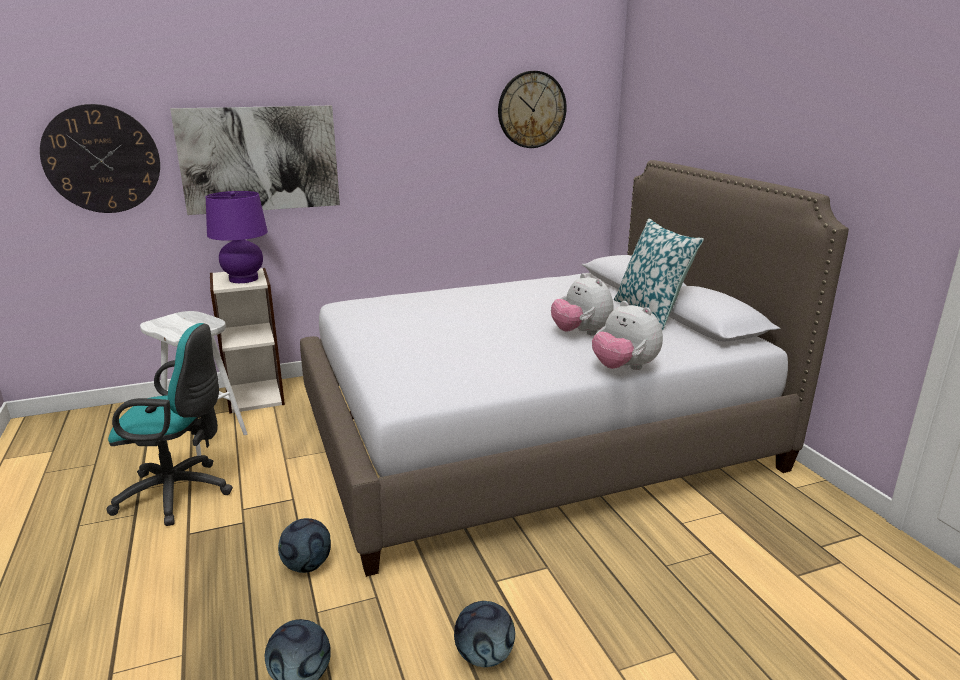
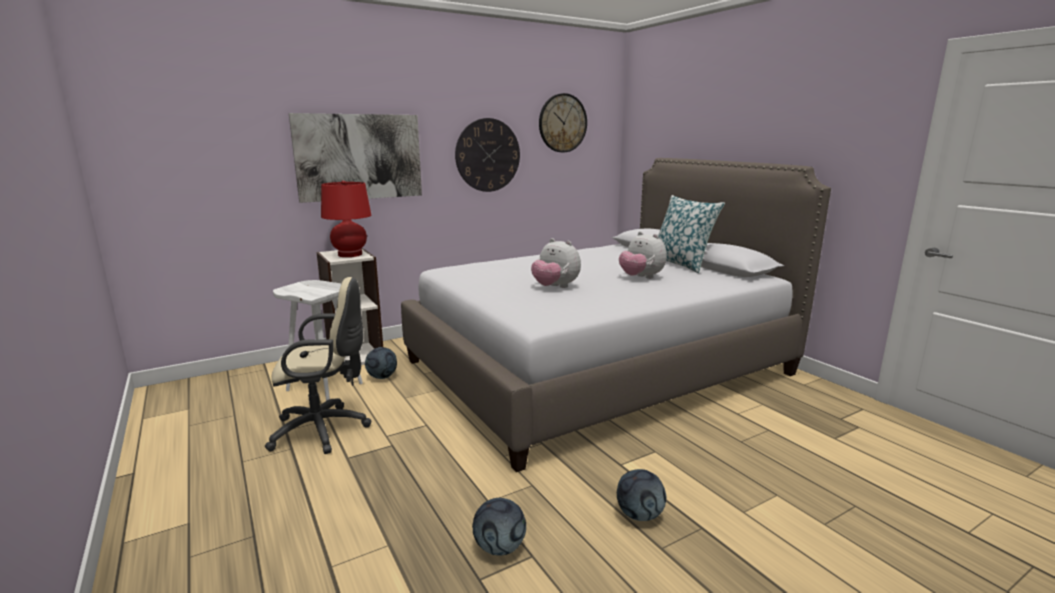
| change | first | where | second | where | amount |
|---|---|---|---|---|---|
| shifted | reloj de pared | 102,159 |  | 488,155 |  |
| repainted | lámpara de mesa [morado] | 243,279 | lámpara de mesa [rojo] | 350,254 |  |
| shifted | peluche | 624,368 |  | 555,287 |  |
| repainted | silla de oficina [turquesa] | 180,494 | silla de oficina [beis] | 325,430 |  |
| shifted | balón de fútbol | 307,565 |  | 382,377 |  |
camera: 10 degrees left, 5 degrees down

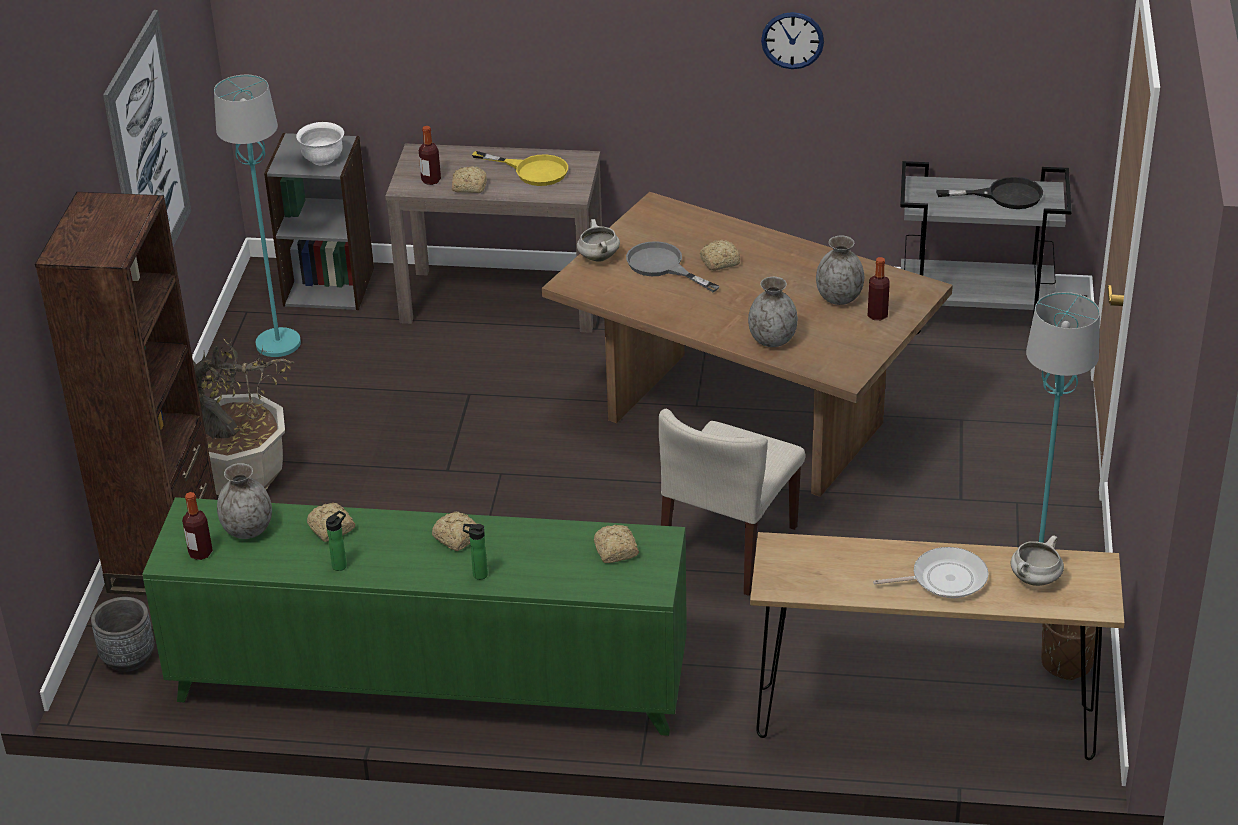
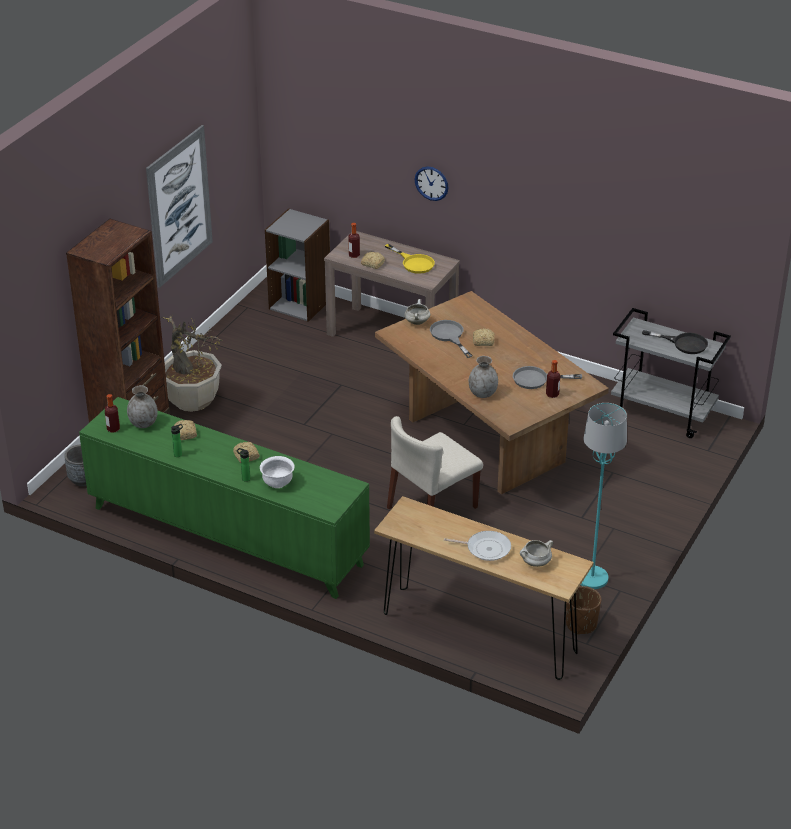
| change | first | where | second | where | amount |
|---|---|---|---|---|---|
| shifted | reloj de pared | 792,40 |  | 431,183 |  |
| gone | lámpara de pie [turquesa] | 278,343 |  |  |  |
| shifted | cuenco [blanco] | 323,159 |  | 278,483 |  |
| swapped | florero [gris] | 839,298 | sartén [gris] | 537,379 |  |
| gone | pan | 615,551 |  |  |  |
camera: 20 degrees right, 0 degrees up

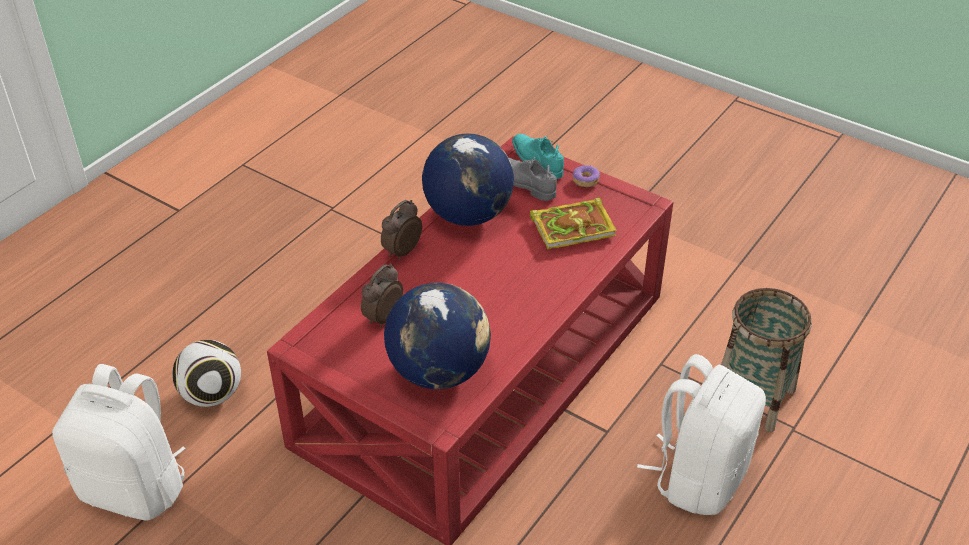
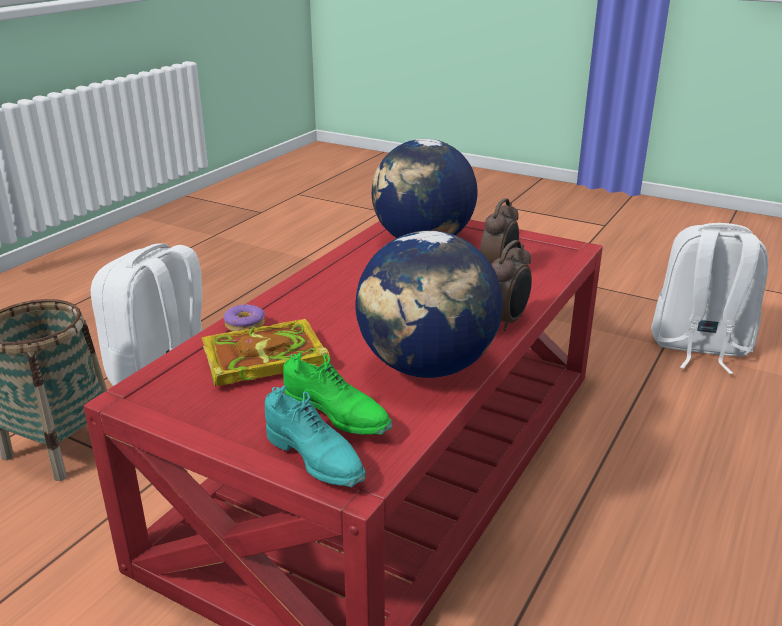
| change | first | where | second | where | amount |
|---|---|---|---|---|---|
| repainted | zapato [gris] | 525,184 | zapato [verde] | 337,416 |  |
| shifted | rosquilla | 585,180 |  | 245,325 |  |
| gone | balón de fútbol | 212,394 |  |  |  |
camera: 175 degrees right, 15 degrees down

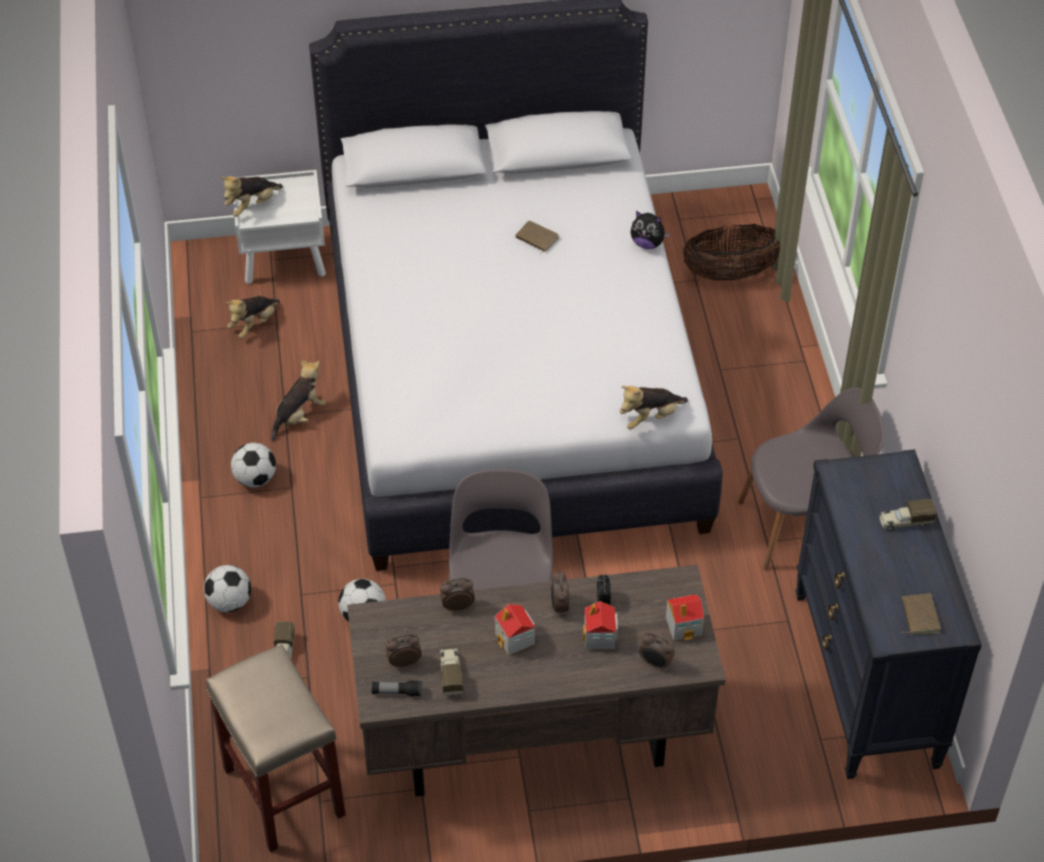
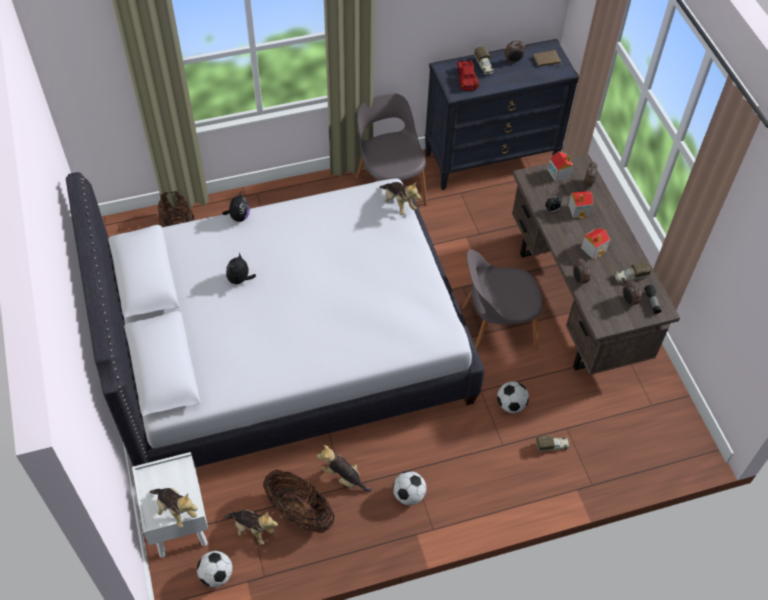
| change | first | where | second | where | amount |
|---|---|---|---|---|---|
| swapped | libro [marrón] | 536,239 | peluche | 240,280 |  |
| shifted | balón de fútbol | 229,602 |  | 216,575 |  |
| shifted | despertador | 559,606 |  | 513,61 |  |
| gone | taburete [beis] | 282,791 |  |  |  |
| new |  |  | coche de juguete [rojo] | 466,78 |  |
| new |  |  | cesta | 299,512 |  |
camera: 100 degrees left, 5 degrees up

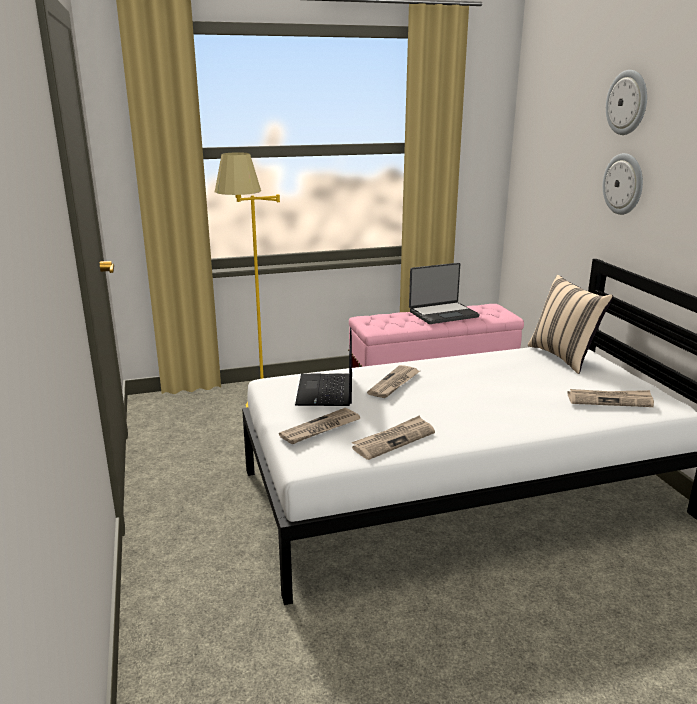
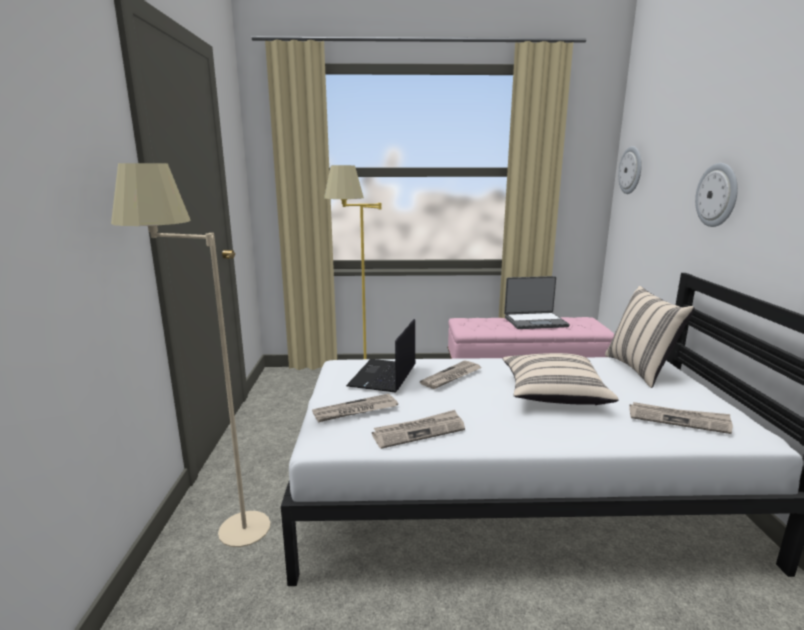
| change | first | where | second | where | amount |
|---|---|---|---|---|---|
| shifted | reloj de pared | 627,102 |  | 631,170 |  |
| new |  |  | lámpara de pie [beis] | 221,538 |  |
| new |  |  | cojín [beis] | 553,395 |  |
camera: 15 degrees right, 5 degrees down

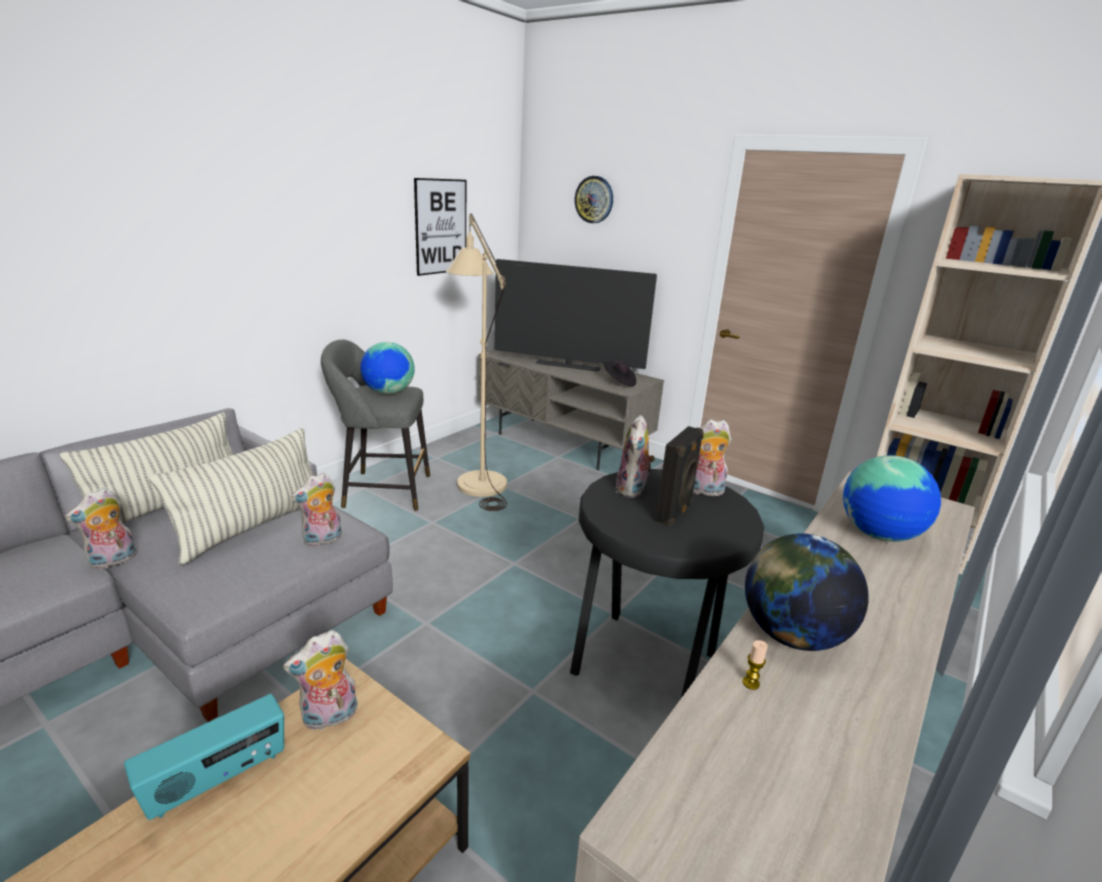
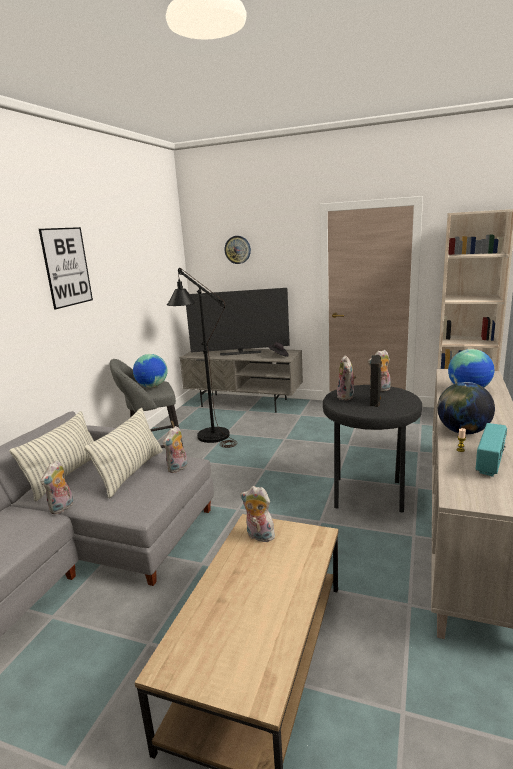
| change | first | where | second | where | amount |
|---|---|---|---|---|---|
| shifted | cuadro | 441,227 |  | 67,267 |  |
| repainted | lámpara de pie [beis] | 478,478 | lámpara de pie [negro] | 208,432 |  |
| rotated | peluche | 329,718 |  | 259,536 | 75 degrees clockwise |
| shifted | radio | 217,779 |  | 490,463 |  |
camera: 15 degrees left, 5 degrees down

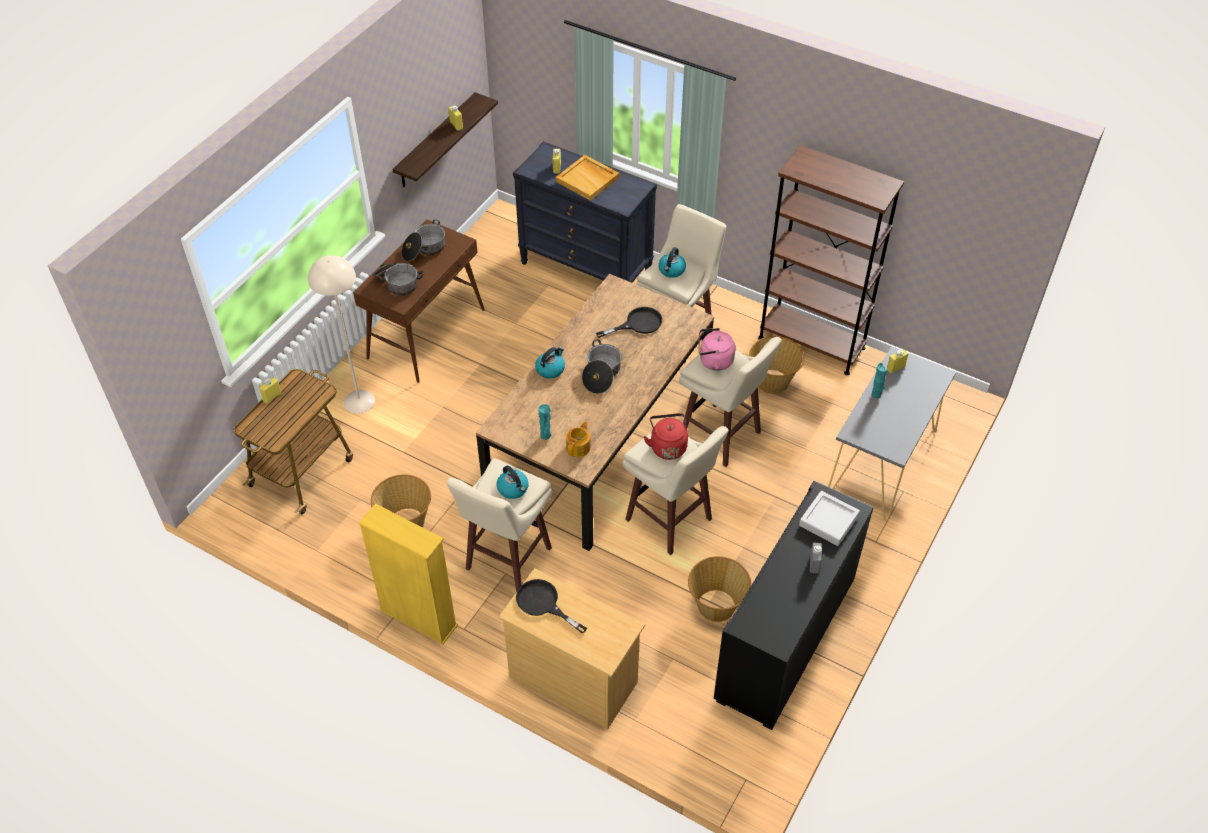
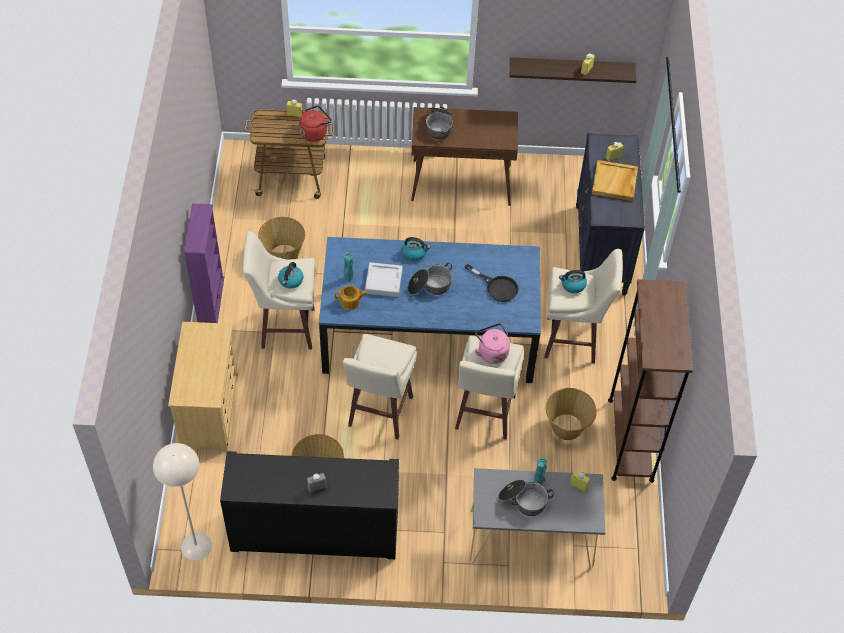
| change | first | where | second | where | amount |
|---|---|---|---|---|---|
| shifted | olla | 424,249 |  | 523,500 |  |
| shifted | lámpara de pie [beis] | 358,401 |  | 196,546 |  |
| repainted | mesa de comedor [marrón] | 599,441 | mesa de comedor [azul] | 428,336 |  |
| shifted | hervidor [rojo] | 667,446 |  | 315,132 |  |
| shifted | bandeja [gris] | 828,521 |  | 383,282 |  |
| repainted | estantería [amarillo] | 418,618 | estantería [morado] | 210,300 |  |
| gone | sartén [negro] | 543,604 |  |  |  |
camera: 60 degrees right, 5 degrees up

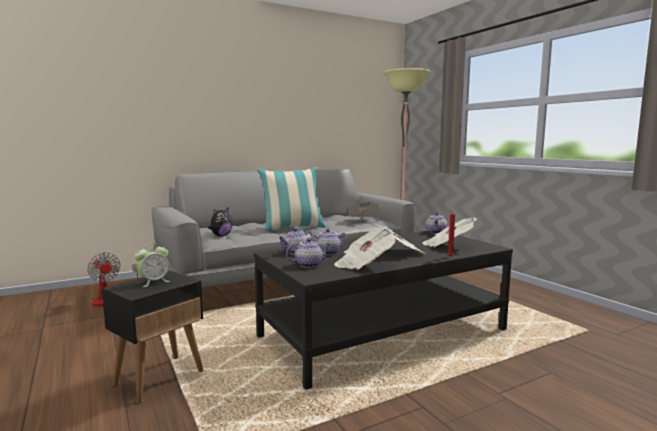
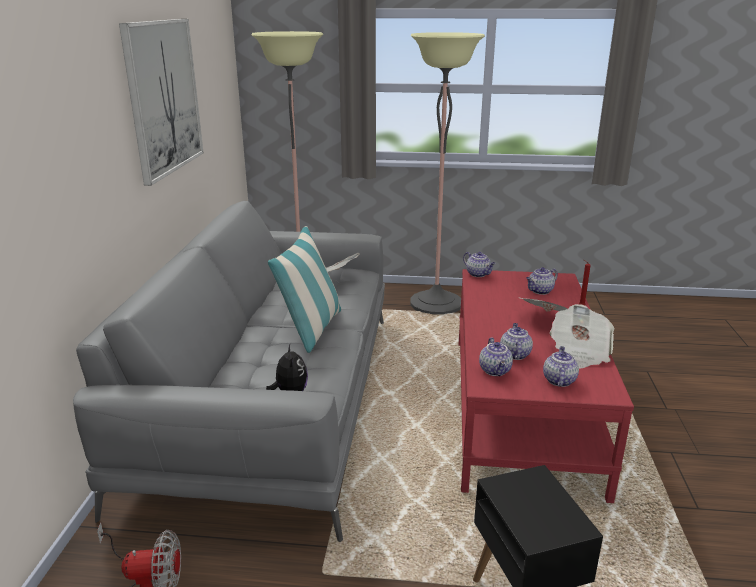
| change | first | where | second | where | amount |
|---|---|---|---|---|---|
| swapped | periódico | 448,245 | tetera | 540,291 |  |
| repainted | mesa de centro [negro] | 384,333 | mesa de centro [rojo] | 521,408 |  |
| gone | despertador | 154,282 |  |  |  |
| new |  |  | cuadro | 164,97 |  |
| new |  |  | lámpara de pie | 436,303 |  |
camera: 55 degrees left, 15 degrees up

